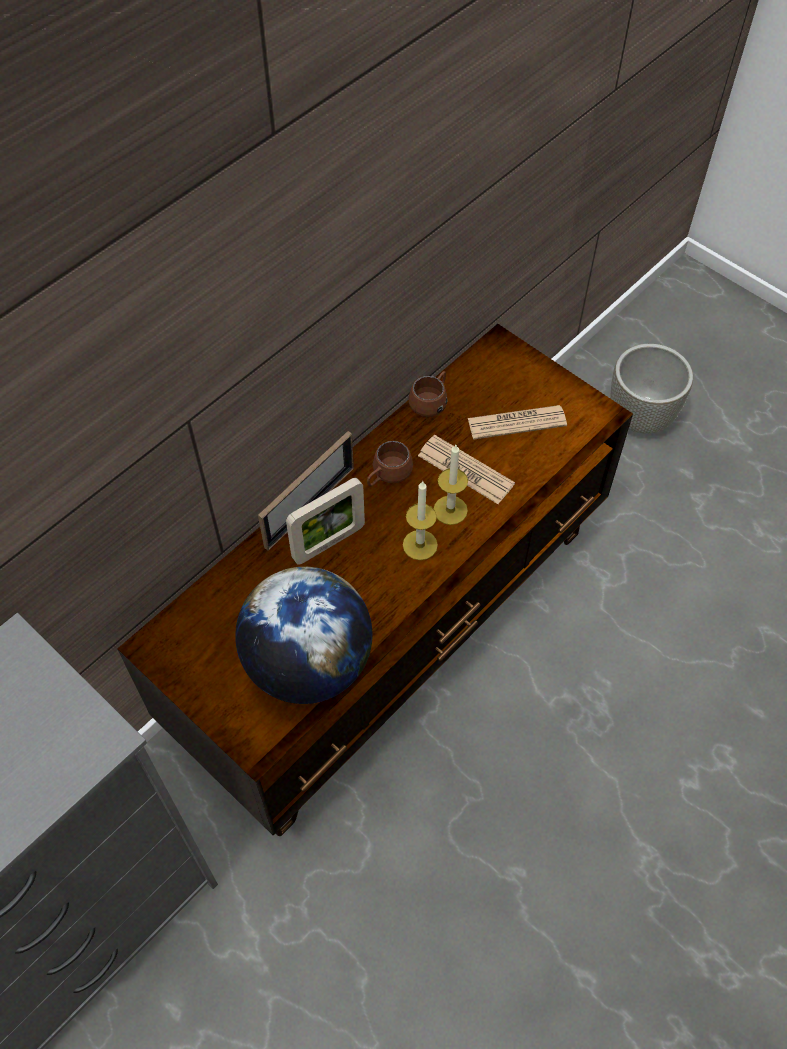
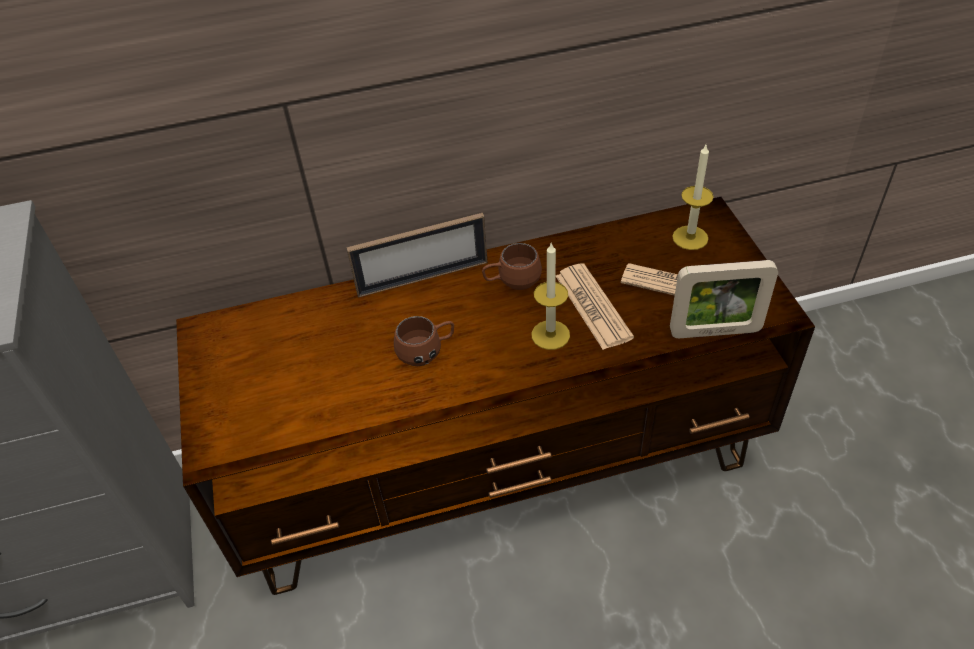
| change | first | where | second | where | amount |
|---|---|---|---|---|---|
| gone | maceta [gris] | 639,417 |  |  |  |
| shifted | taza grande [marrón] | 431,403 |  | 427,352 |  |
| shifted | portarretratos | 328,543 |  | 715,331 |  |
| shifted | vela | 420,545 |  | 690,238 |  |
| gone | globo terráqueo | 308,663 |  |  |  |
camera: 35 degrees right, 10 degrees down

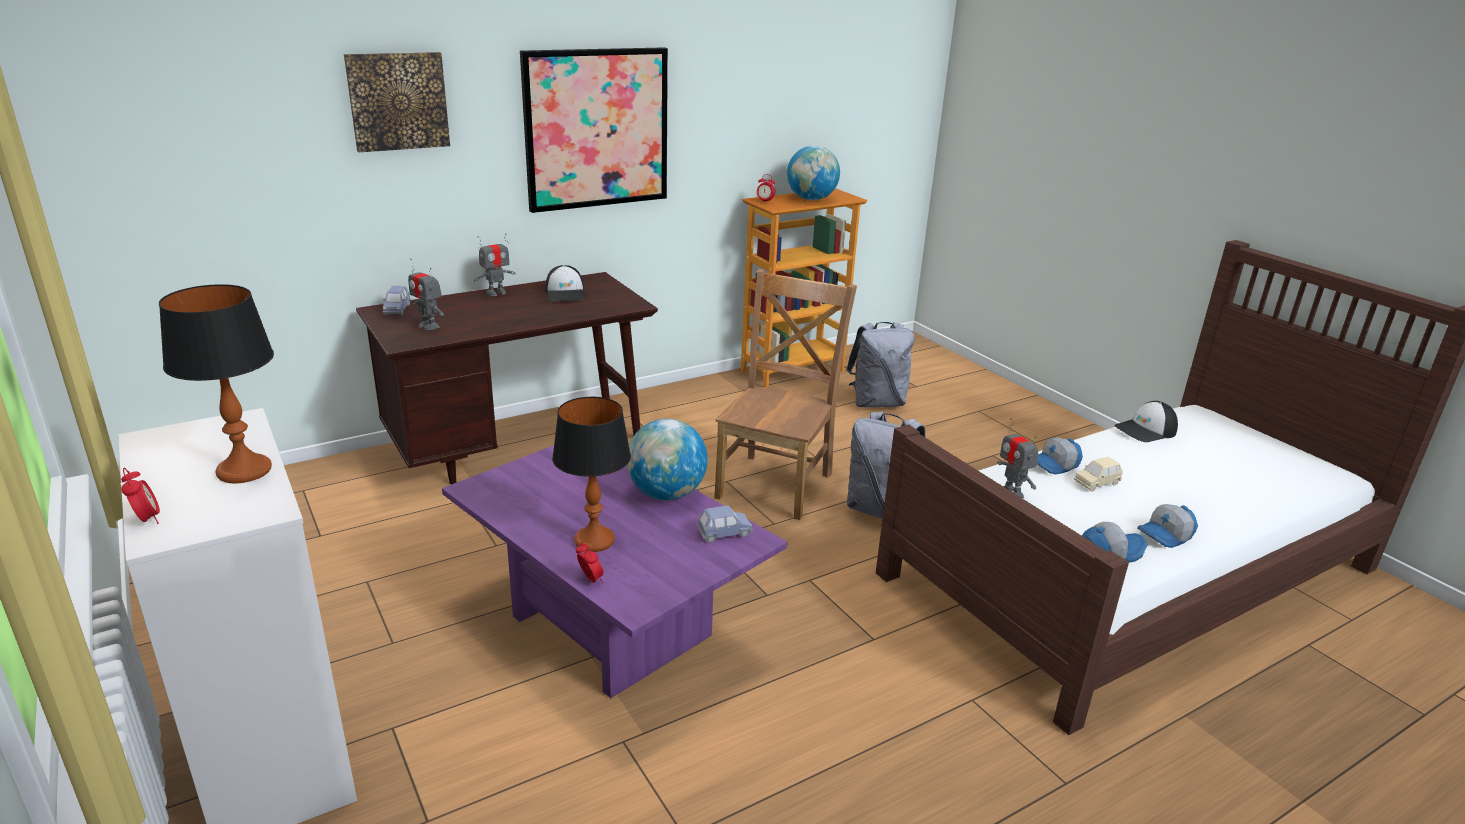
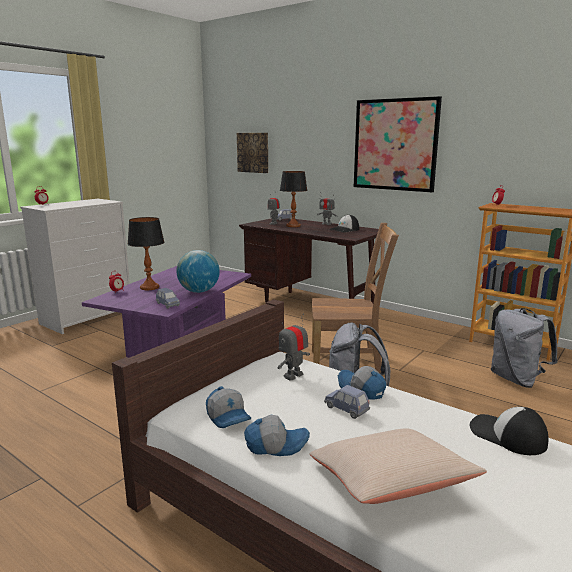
| change | first | where | second | where | amount |
|---|---|---|---|---|---|
| shifted | cuadro | 398,101 |  | 253,152 |  |
| gone | globo terráqueo | 811,199 |  |  |  |
| shifted | lámpara de mesa | 243,471 |  | 293,226 |  |
| repainted | coche de juguete [beis] | 1096,483 | coche de juguete [azul] | 346,409 |  |
| rotated | gorra | 1166,536 |  | 276,445 | 135 degrees clockwise |
| new |  |  | cojín [beis] | 389,484 |  |
camera: 70 degrees right, 10 degrees down

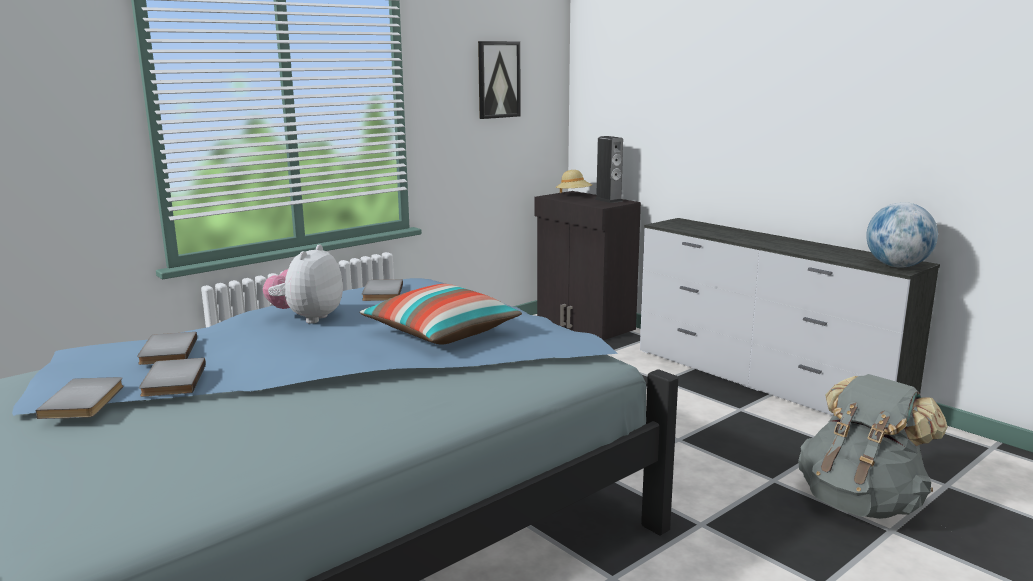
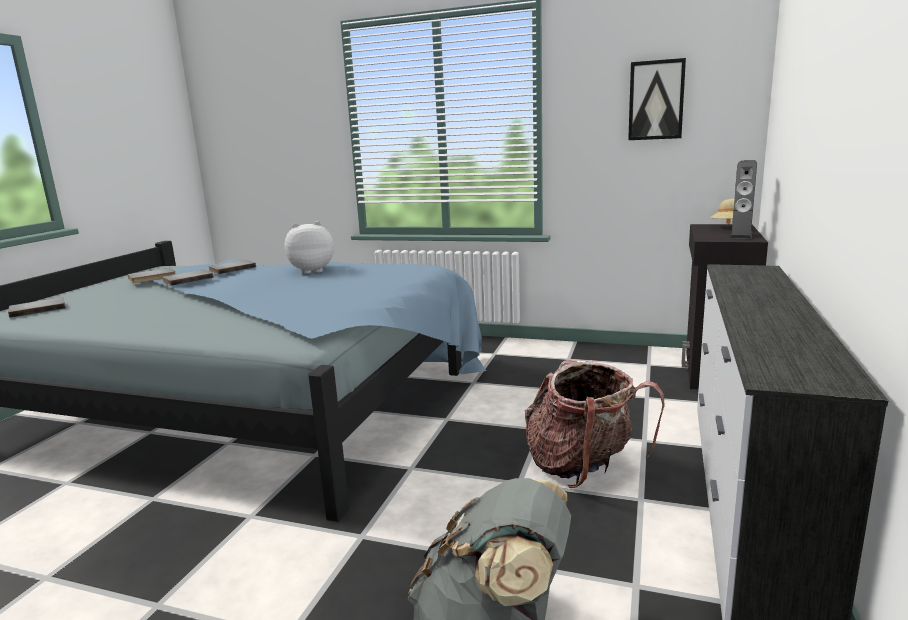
| change | first | where | second | where | amount |
|---|---|---|---|---|---|
| gone | globo terráqueo | 897,266 |  |  |  |
| shifted | libro [gris] | 381,293 |  | 38,309 |  |
| gone | cojín | 442,333 |  |  |  |
| new |  |  | mochila | 583,467 |  |
camera: 60 degrees right, 0 degrees up

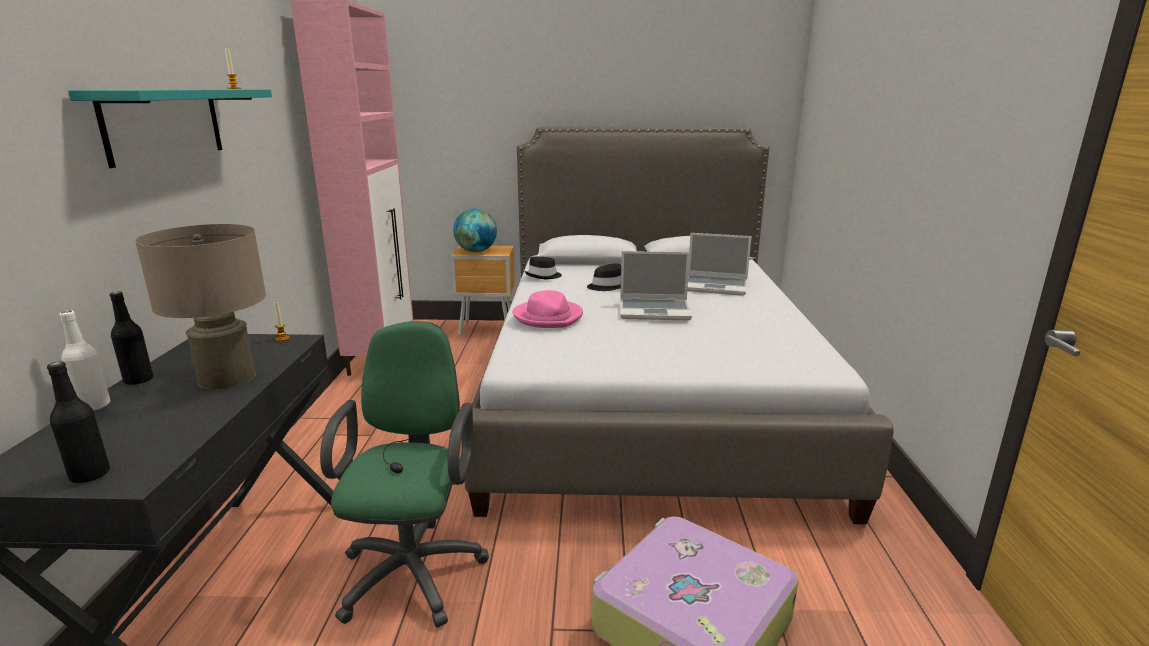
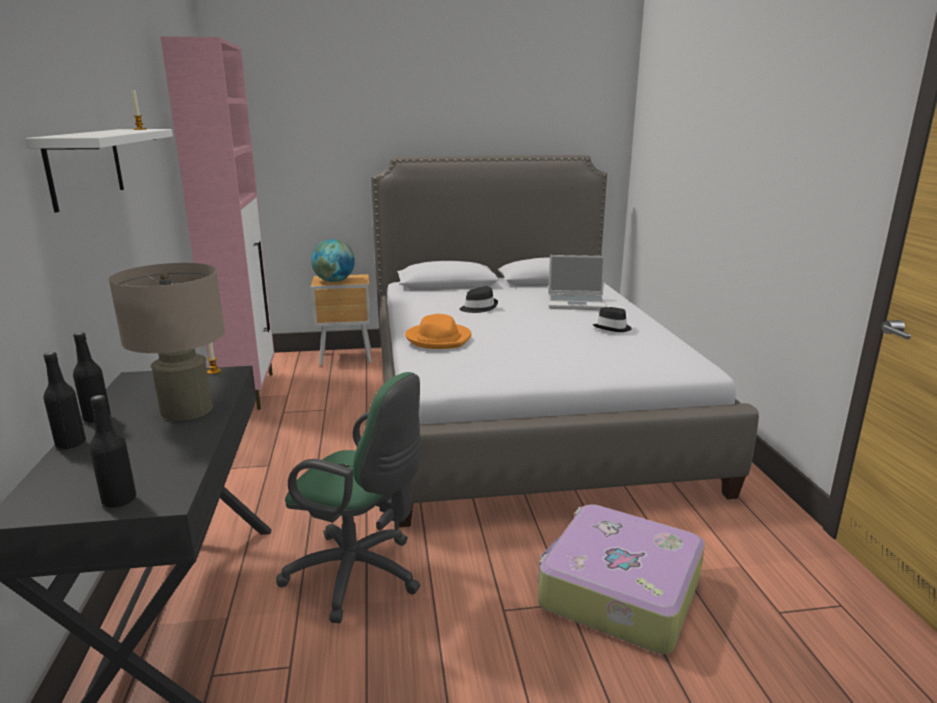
| change | first | where | second | where | amount |
|---|---|---|---|---|---|
| repainted | estante [turquesa] | 164,124 | estante [blanco] | 85,166 |  |
| gone | portátil | 655,311 |  |  |  |
| shifted | sombrero [negro] | 543,276 |  | 613,328 |  |
| repainted | sombrero [rosa] | 548,317 | sombrero [naranja] | 439,339 |  |
| repainted | botella [blanco] | 94,406 | botella [negro] | 71,444 |  |
| rotated | silla de oficina [verde] | 414,568 |  | 360,576 | 120 degrees clockwise |
camera: 10 degrees left, 0 degrees up

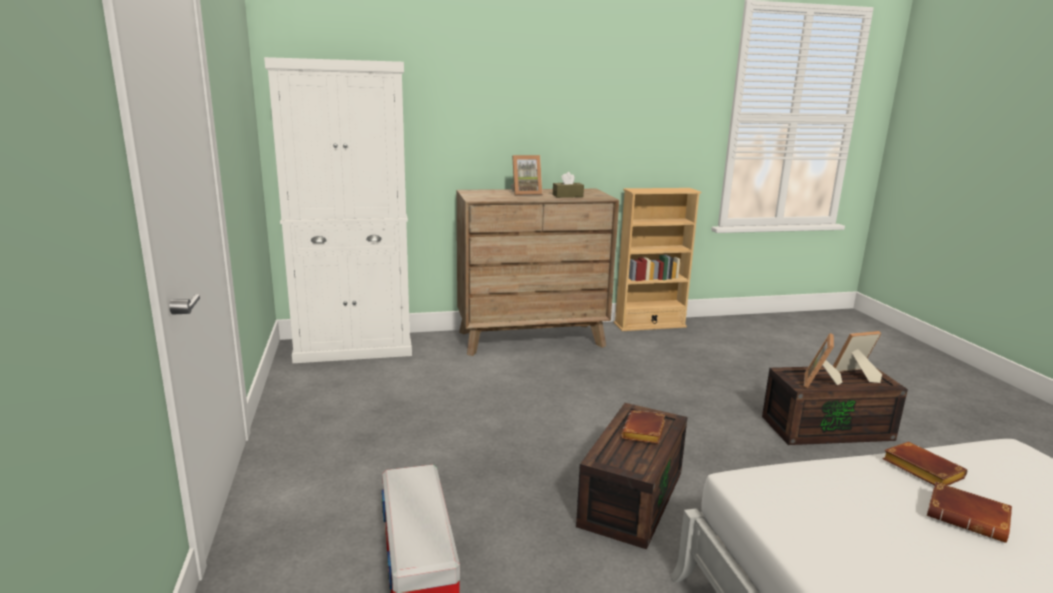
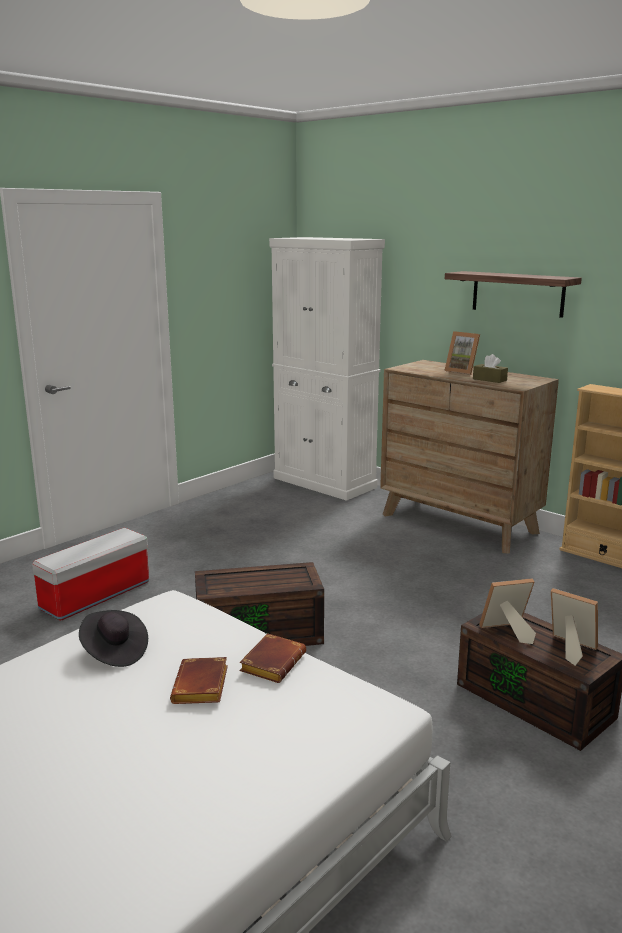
| change | first | where | second | where | amount |
|---|---|---|---|---|---|
| gone | libro [marrón] | 645,432 |  |  |  |
| new |  |  | estante | 517,293 |  |
| new |  |  | sombrero [negro] | 114,652 |  |
camera: 55 degrees right, 0 degrees up

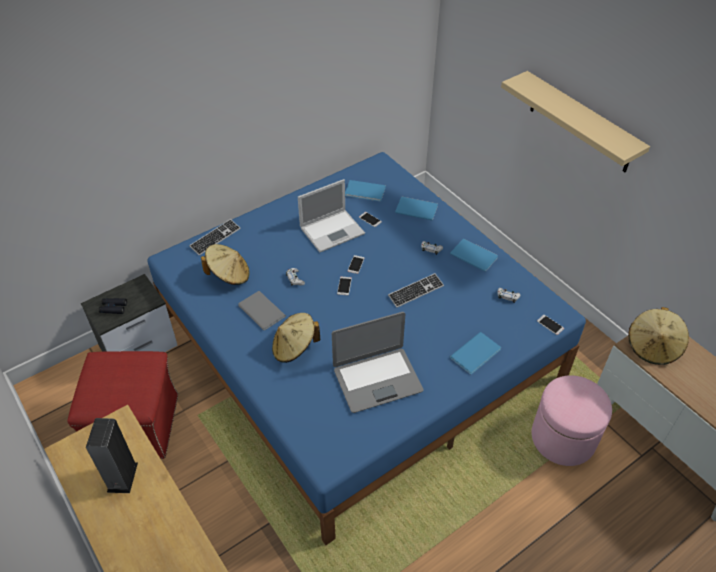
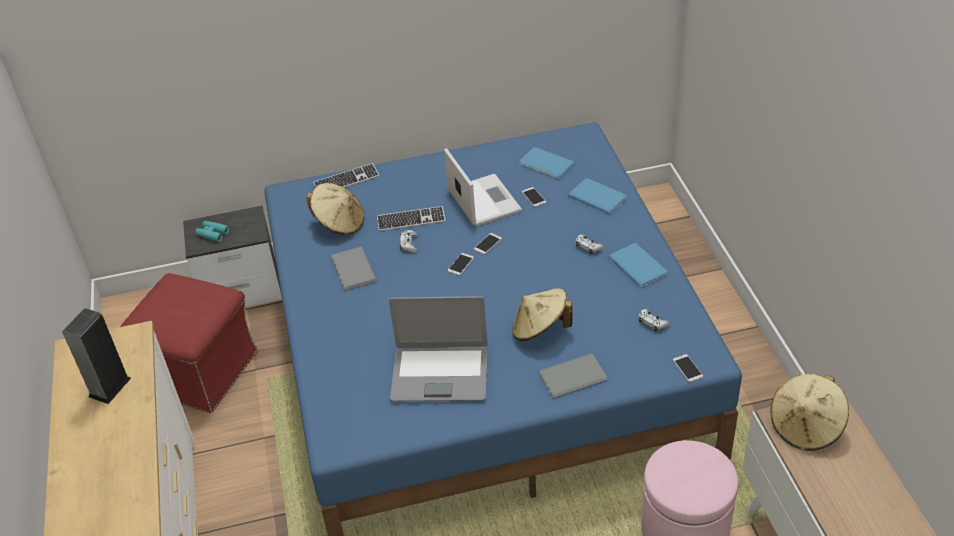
| change | first | where | second | where | amount |
|---|---|---|---|---|---|
| gone | estante [beis] | 580,123 |  |  |  |
| rotated | portátil | 333,230 |  | 483,200 | 105 degrees counterclockwise |
| shifted | teclado | 416,291 |  | 411,220 |  |
| repainted | prismáticos [negro] | 113,308 | prismáticos [turquesa] | 212,233 |  |
| shifted | sombrero [beis] | 294,348 |  | 540,329 |  |
| repainted | libro [azul] | 477,353 | libro [gris] | 574,377 |  |
camera: 25 degrees right, 5 degrees down

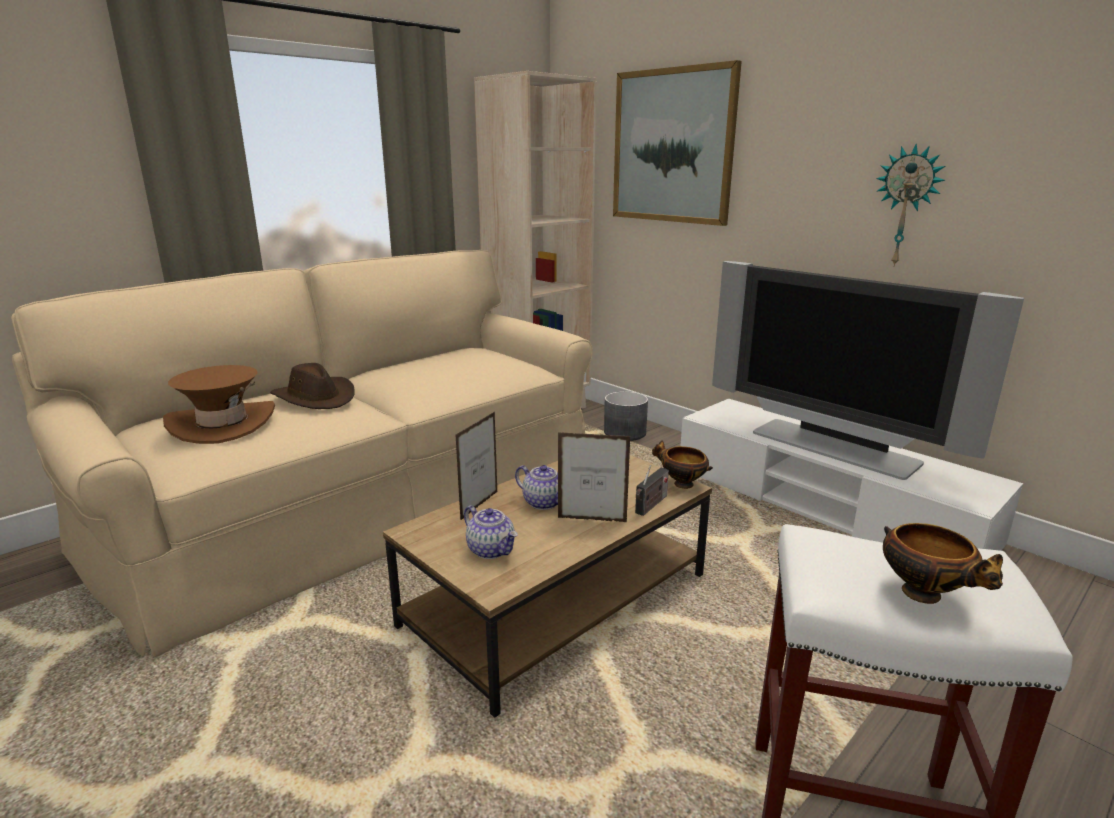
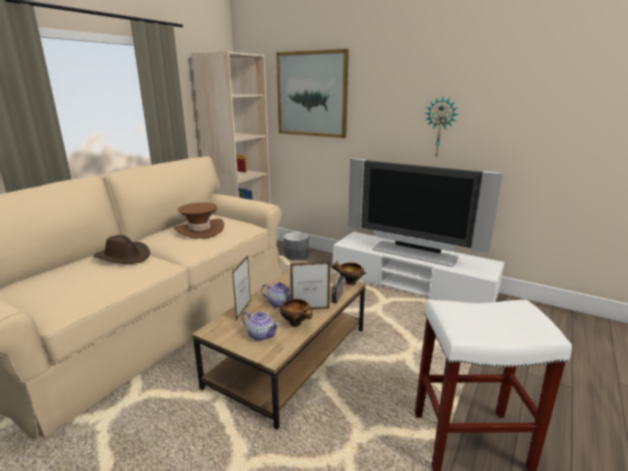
| change | first | where | second | where | amount |
|---|---|---|---|---|---|
| shifted | sombrero [marrón] | 222,424 |  | 200,230 |  |
| shifted | cuenco | 926,595 |  | 296,324 |  |
camera: 15 degrees left, 0 degrees up

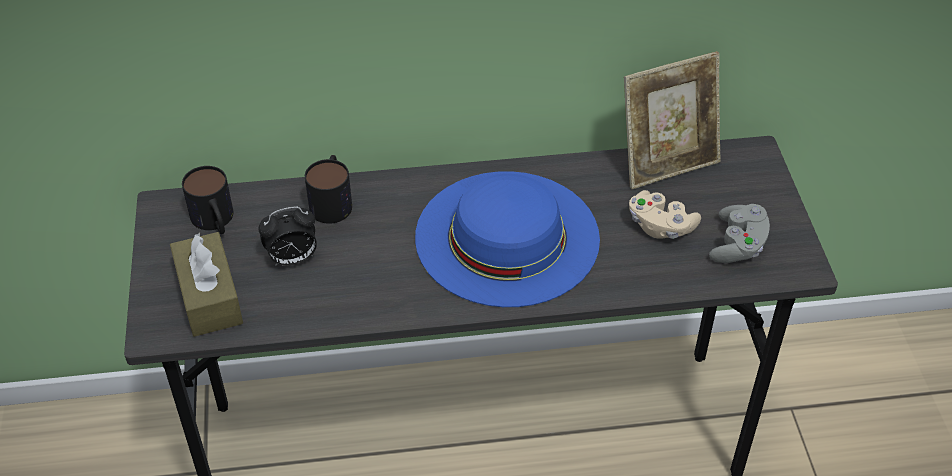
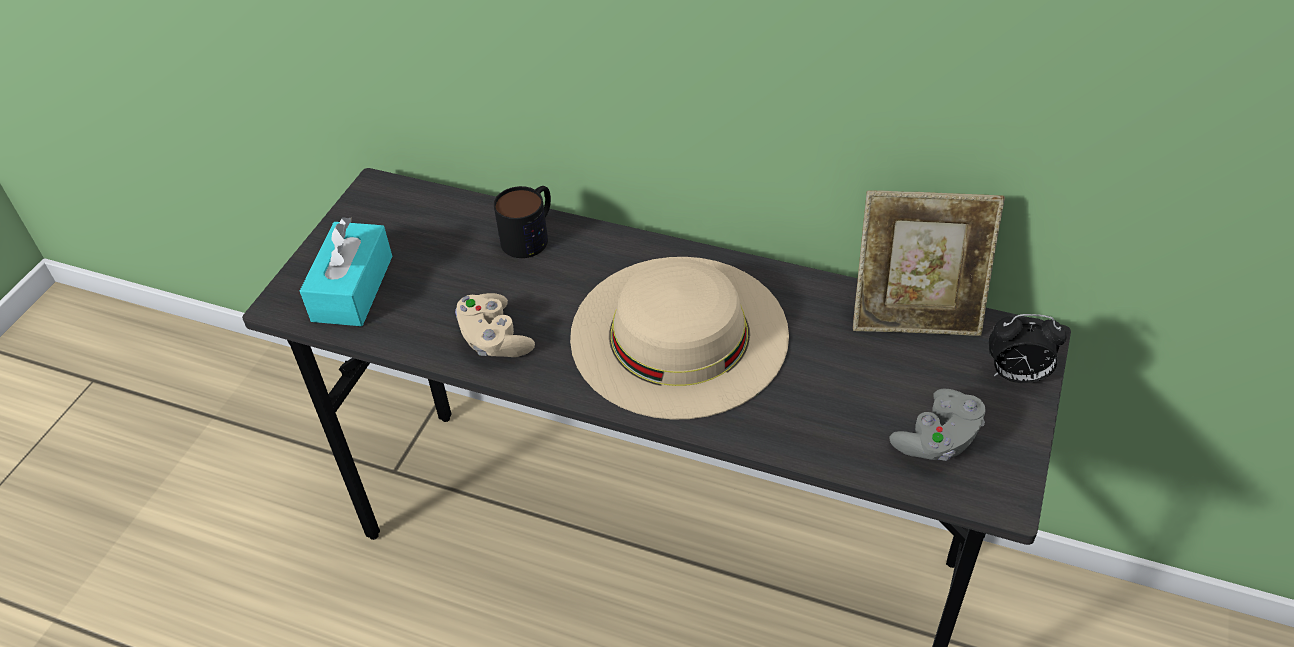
| change | first | where | second | where | amount |
|---|---|---|---|---|---|
| gone | taza grande | 215,222 |  |  |  |
| repainted | sombrero [azul] | 507,237 | sombrero [beis] | 679,334 |  |
| shifted | mando de consola [beis] | 660,226 |  | 494,339 |  |
| shifted | despertador | 292,259 |  | 1016,375 |  |
| repainted | caja de pañuelos [marrón] | 209,296 | caja de pañuelos [turquesa] | 352,288 |  |
camera: 30 degrees right, 0 degrees up

